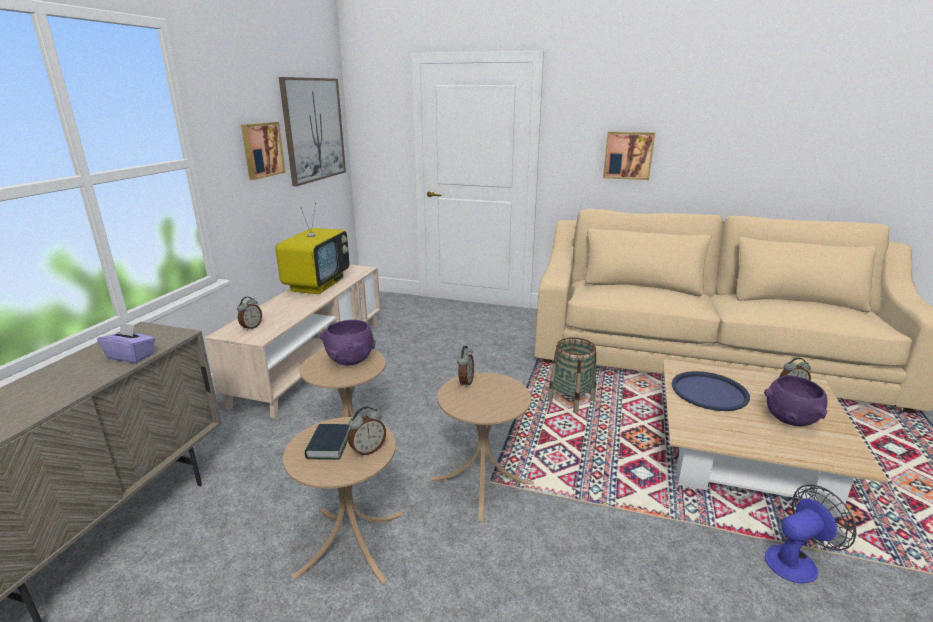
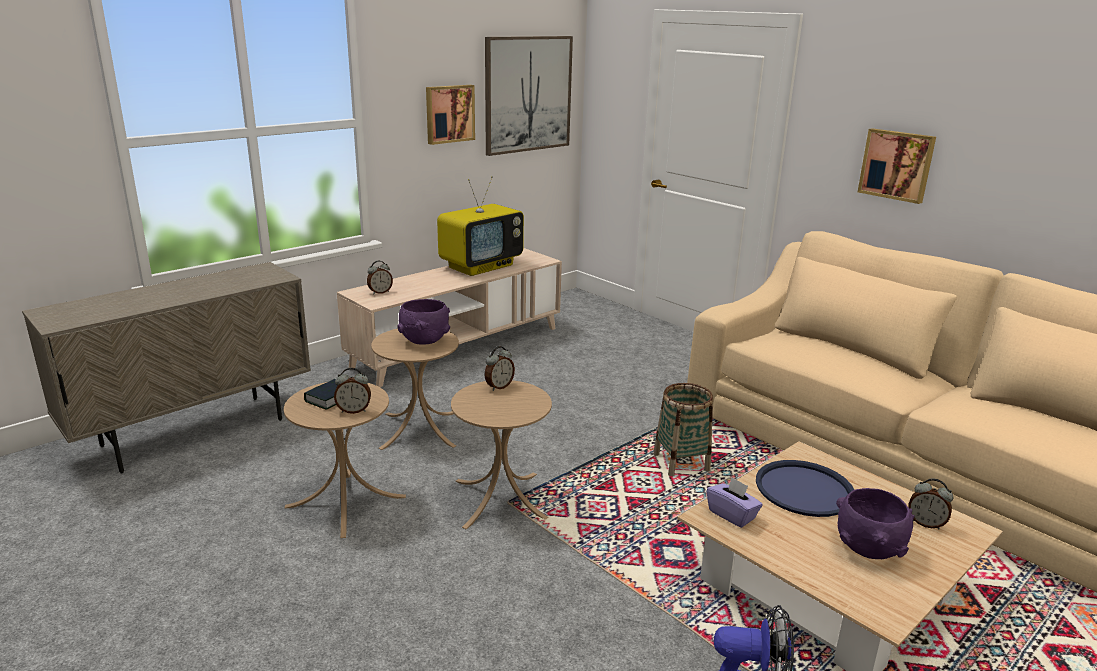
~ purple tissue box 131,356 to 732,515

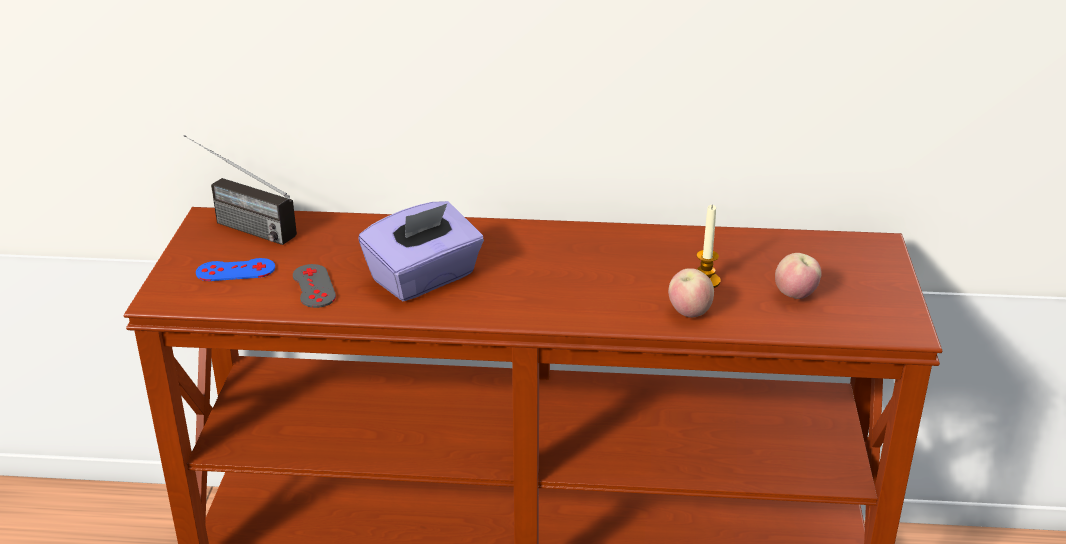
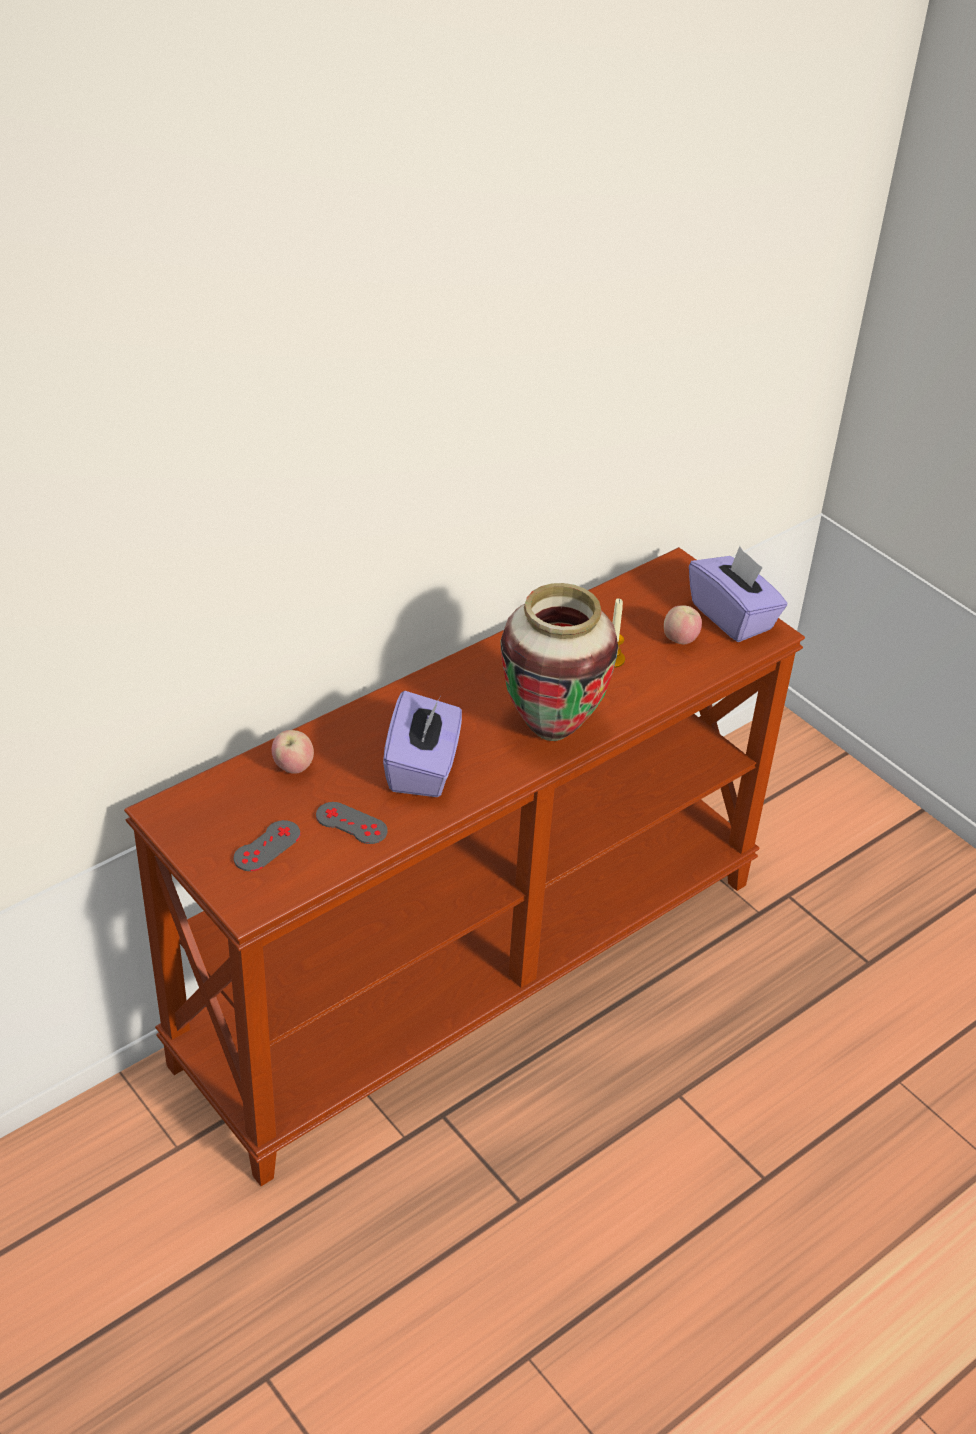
- radio 236,224
+ vase 552,729
+ purple tissue box 732,616
~ apple 689,313 to 293,768
~ blue game controller 235,270 to grey game controller 267,846

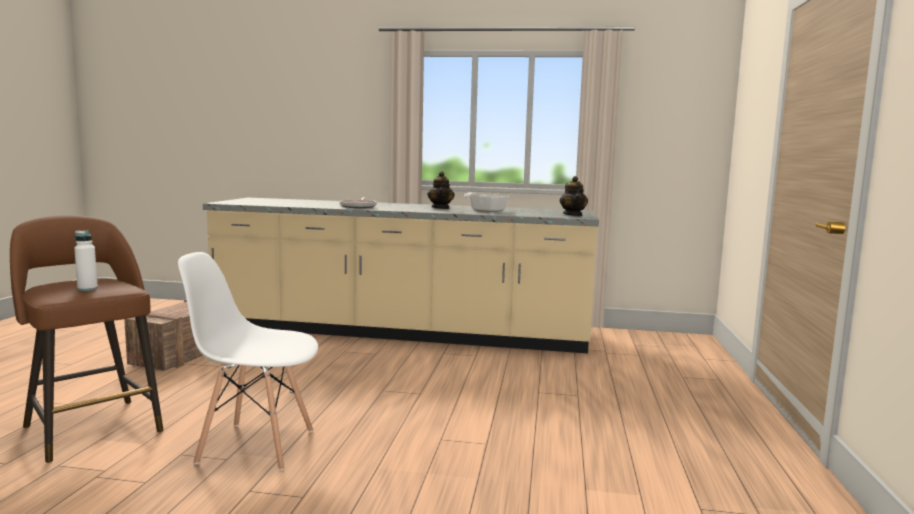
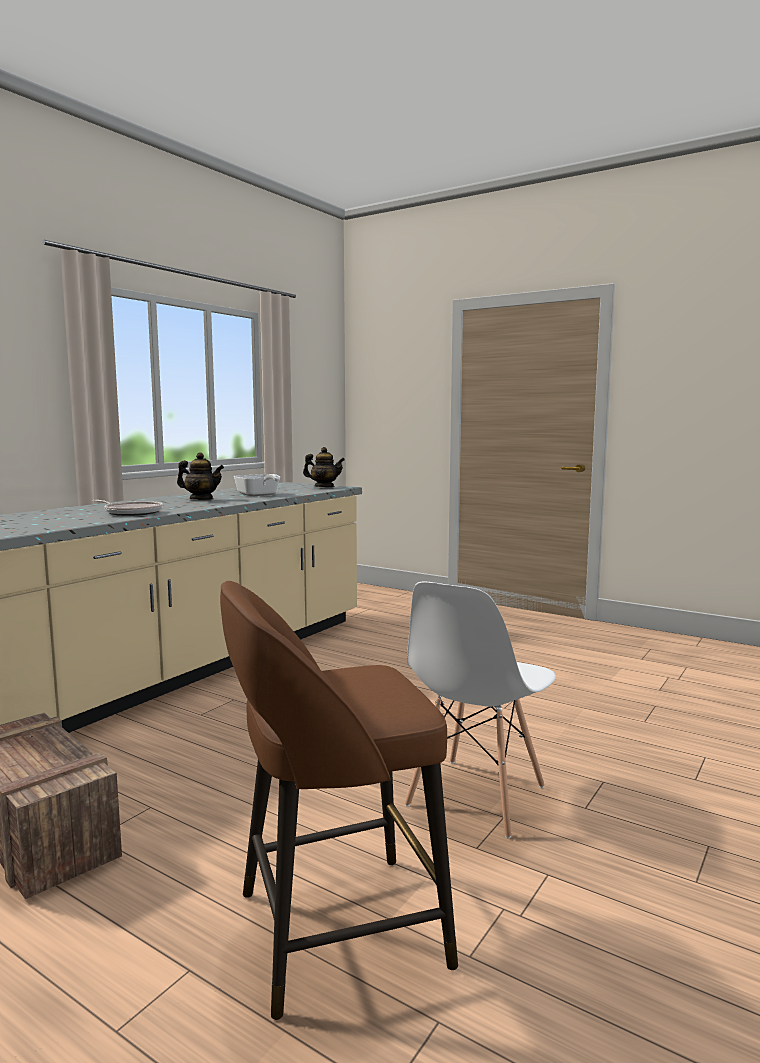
- white bottle 87,289

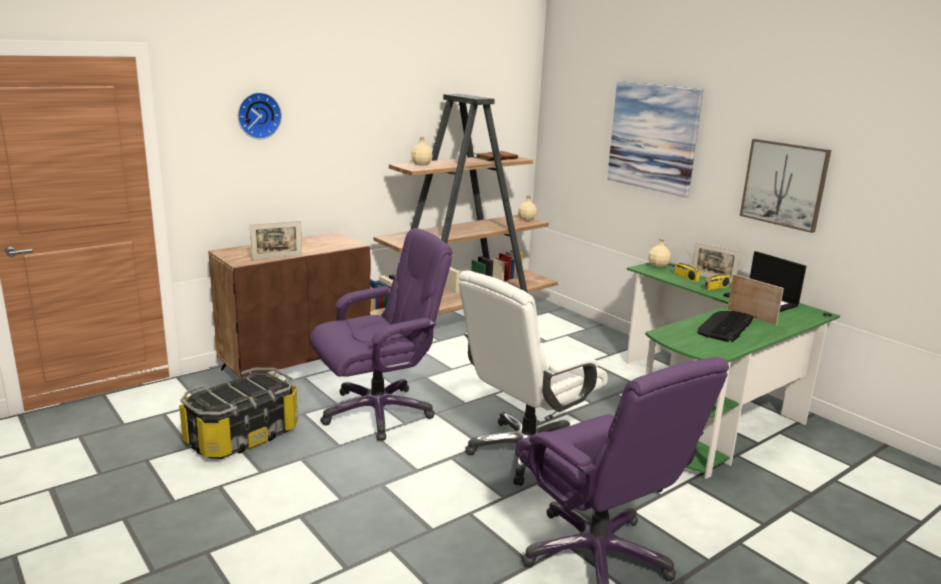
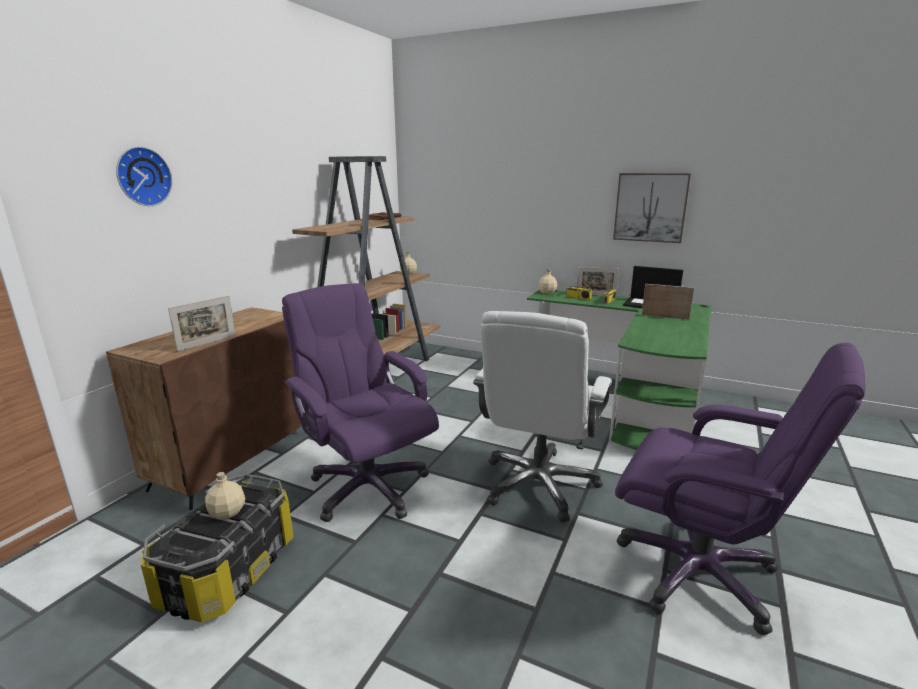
- picture 653,137
- keyboard 725,326
~ beige bottle 421,164 to 227,512
~ purple office chair 378,412 = 367,487 75 degrees counterclockwise

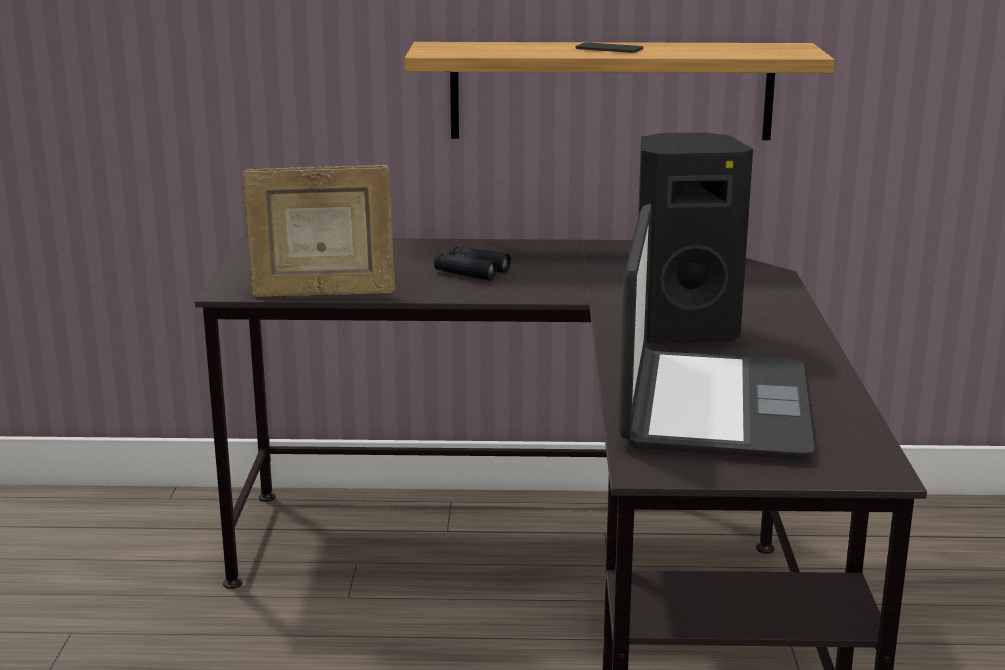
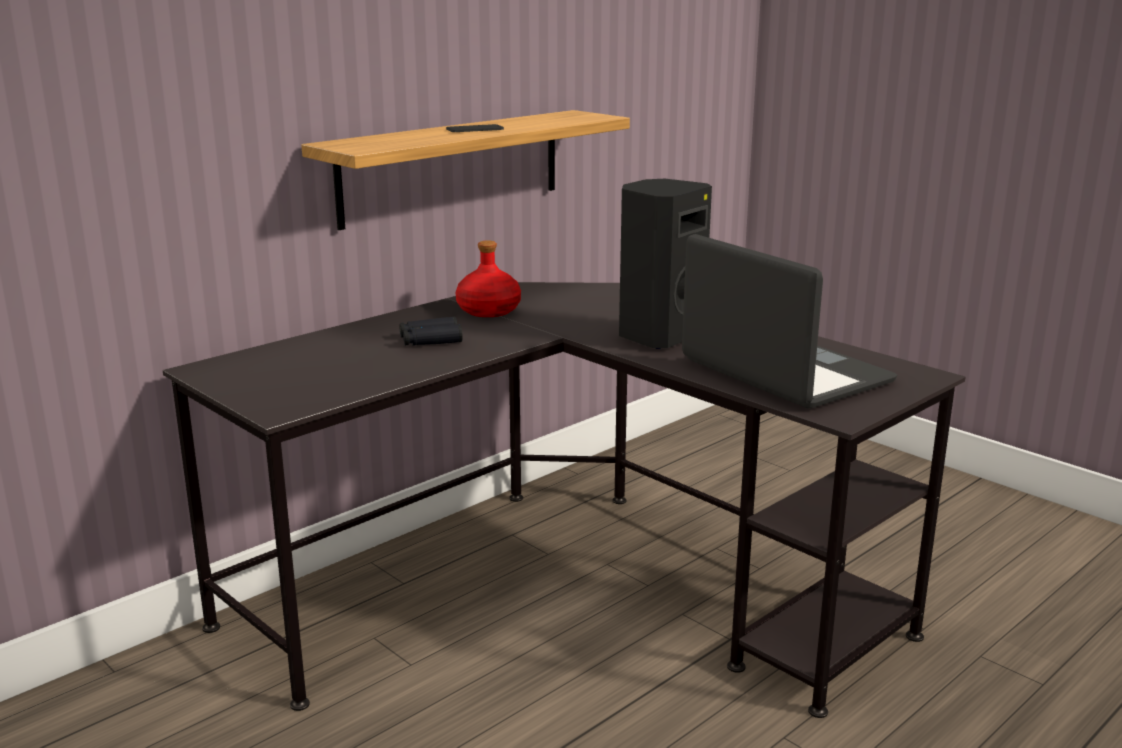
- picture frame 322,294
+ red bottle 488,310

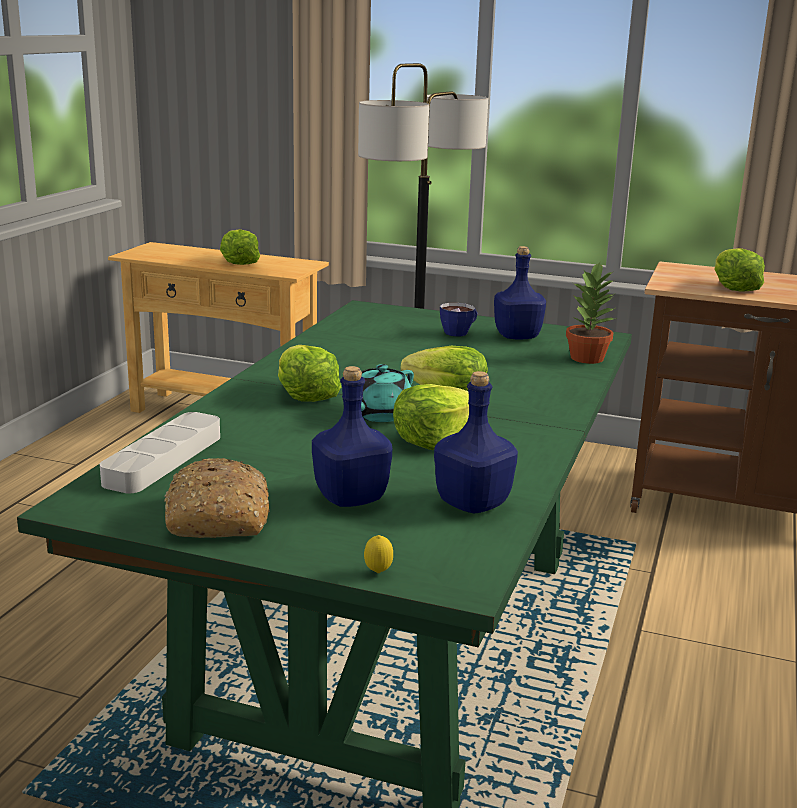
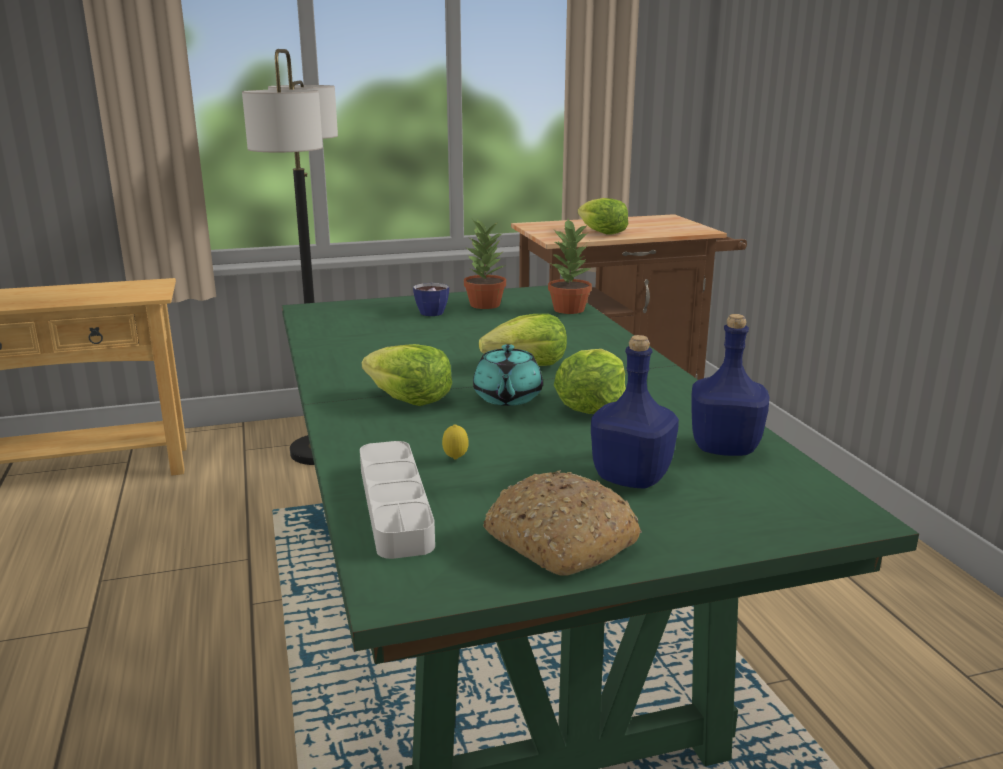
- lettuce 239,262
~ lemon 378,572 to 455,459
~ blue bottle 516,336 to potted plant 484,304

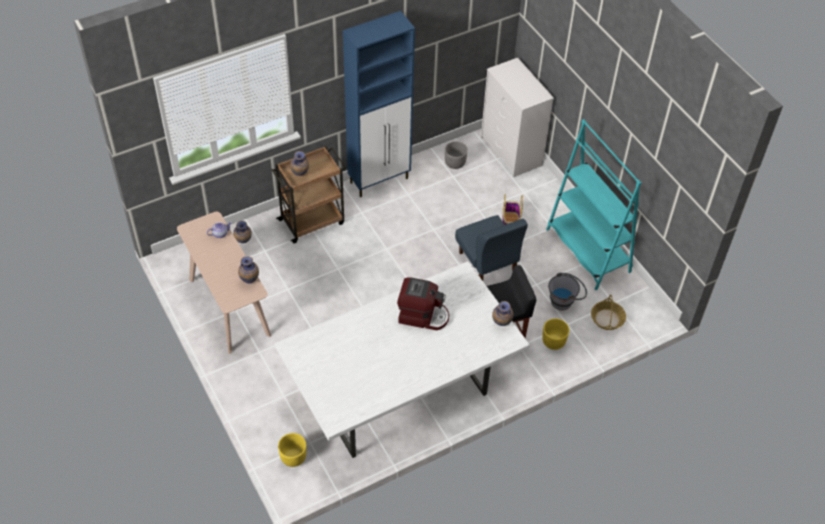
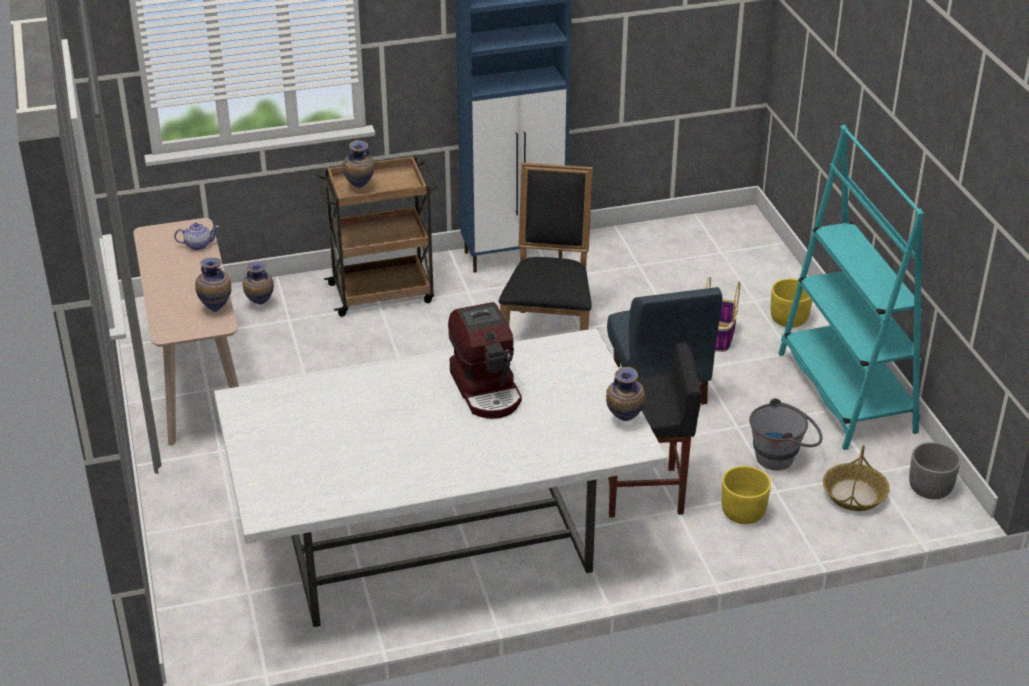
- white dresser 511,152
+ black chair 549,333
~ yellow planter 293,457 to 788,319
~ grey planter 455,163 to 930,488
~ coffee machine 423,315 = 487,389 45 degrees clockwise

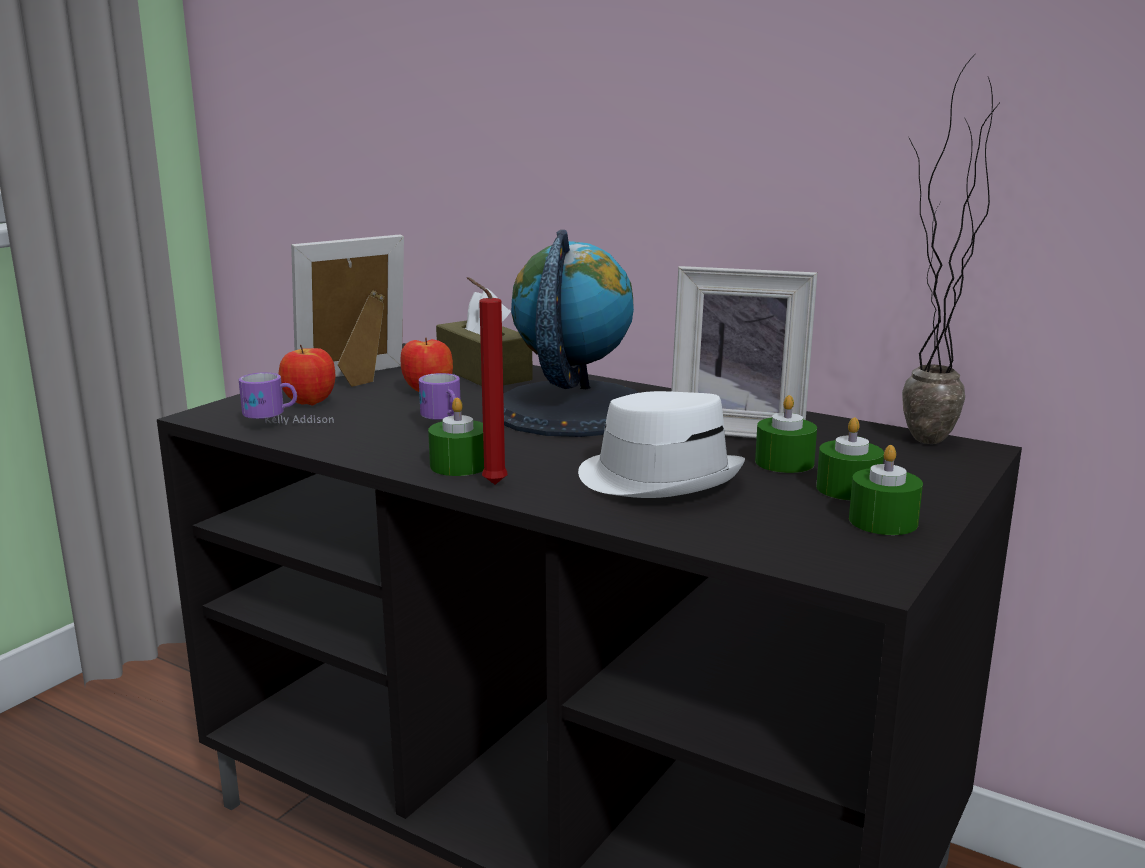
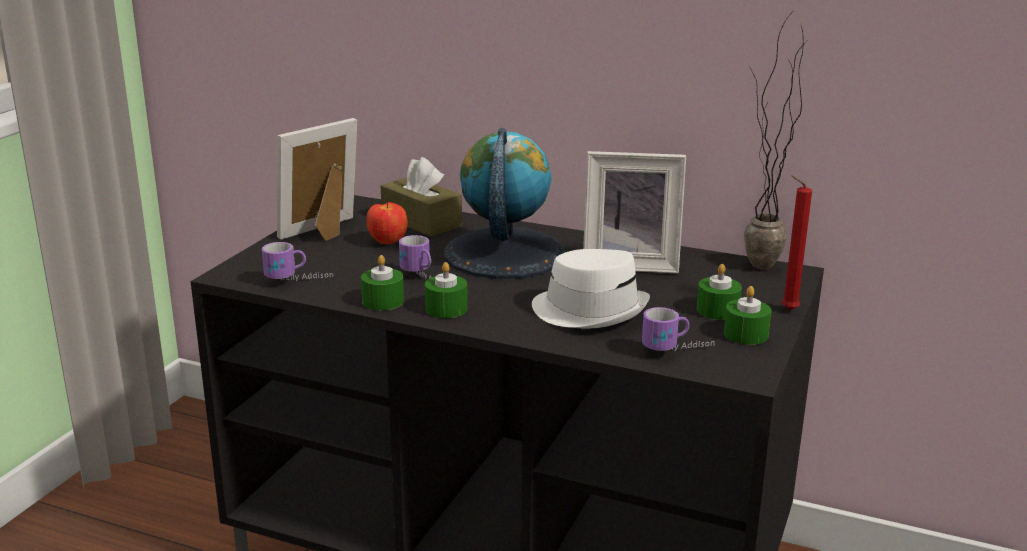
- apple 309,403
+ mug 678,351
~ red candle 490,484 to 786,310
~ green candle 784,462 to 383,301

